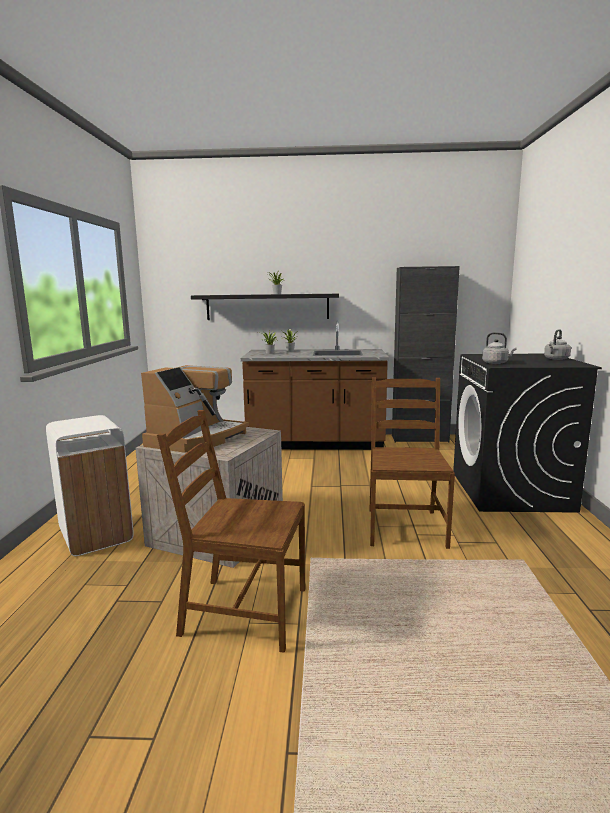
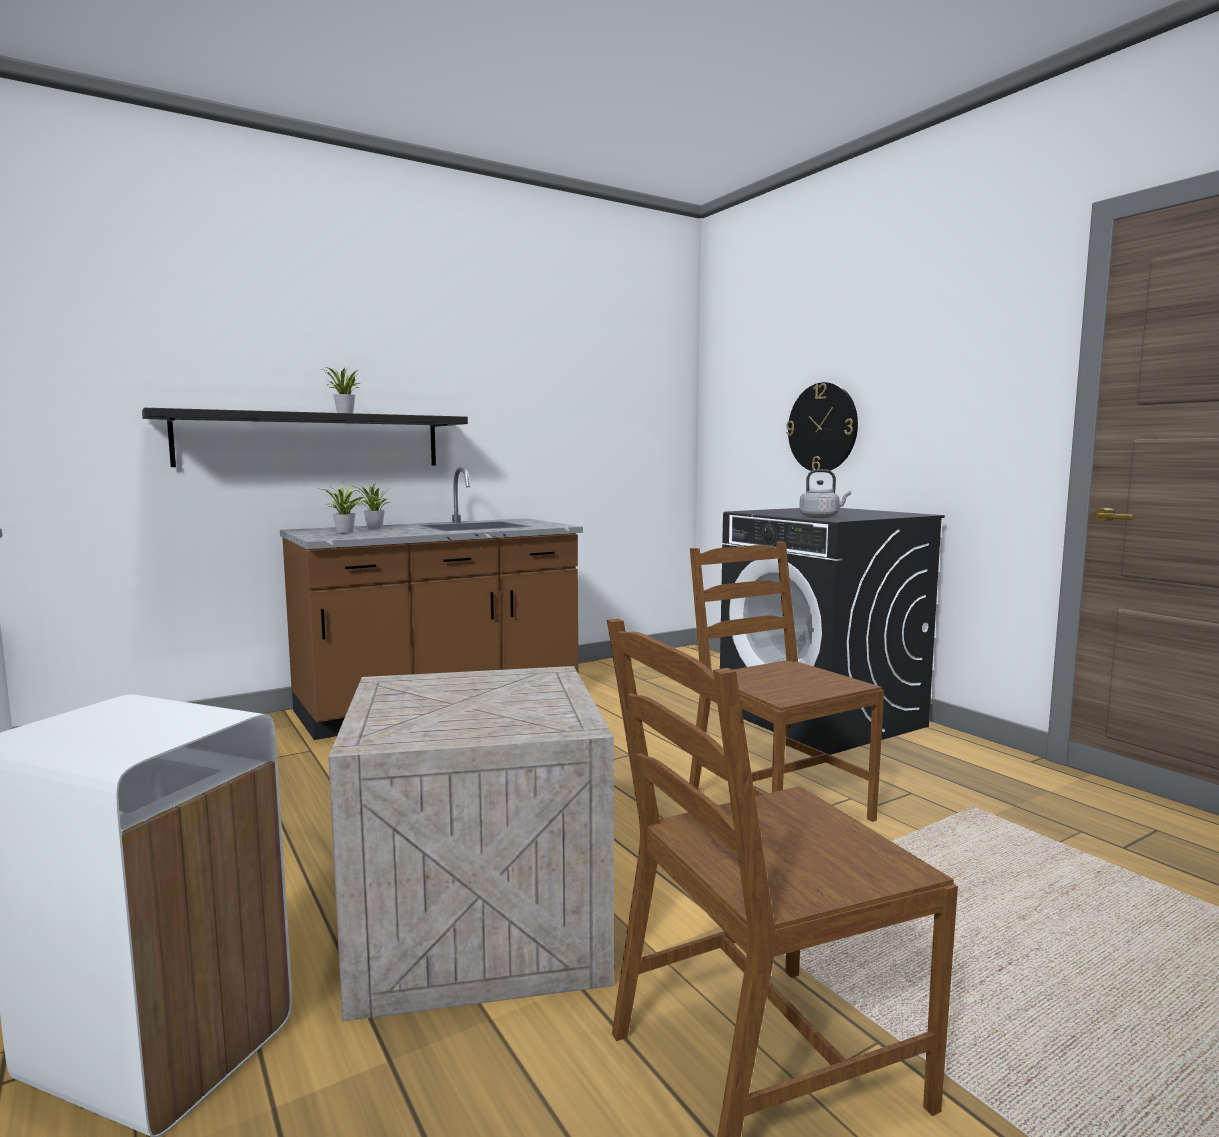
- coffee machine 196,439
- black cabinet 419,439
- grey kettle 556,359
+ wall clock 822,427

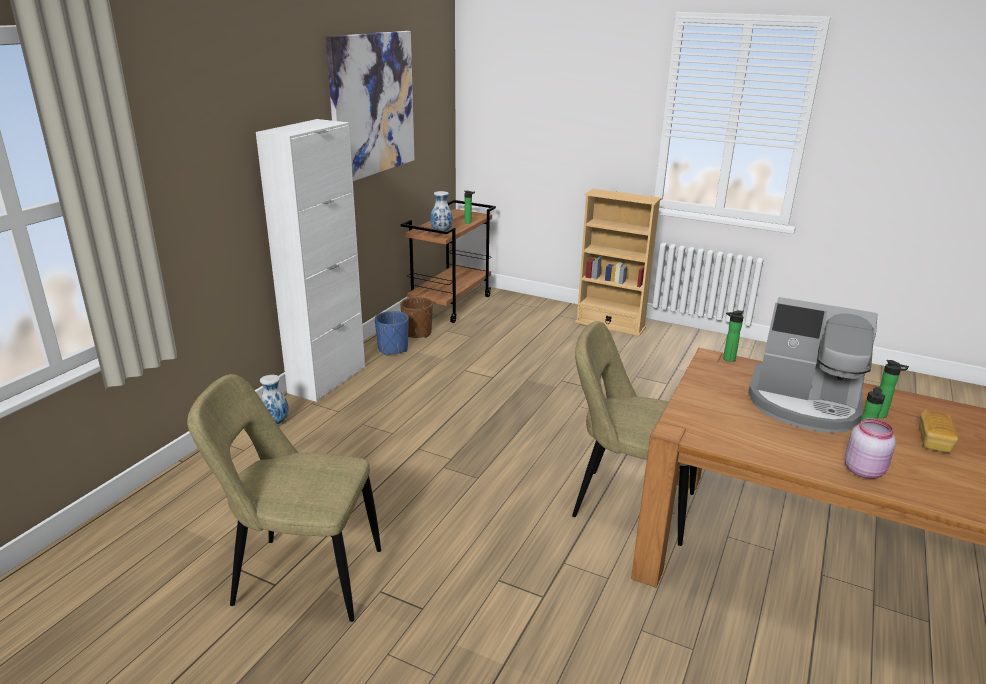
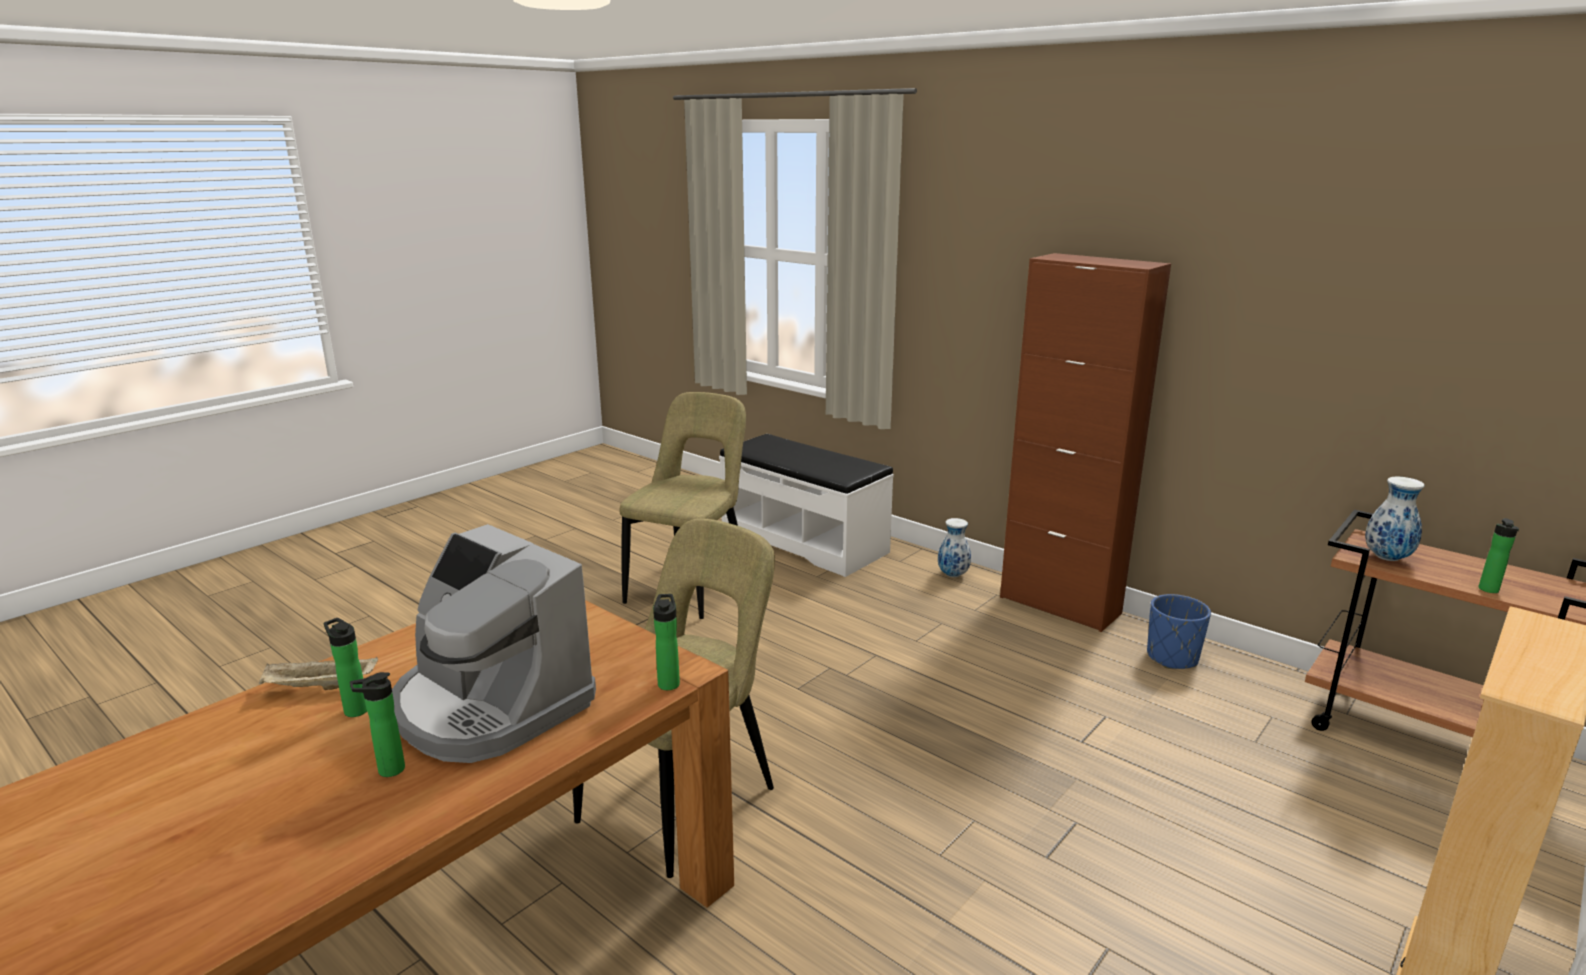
- picture 372,105
- brown planter 417,333
- bread 933,441
+ white bench 804,541
~ pink jar 864,470 to beige tray 319,687
~ white cabinet 327,380 to brown cabinet 1059,605
~ coffee machine 804,403 = 489,706 90 degrees counterclockwise

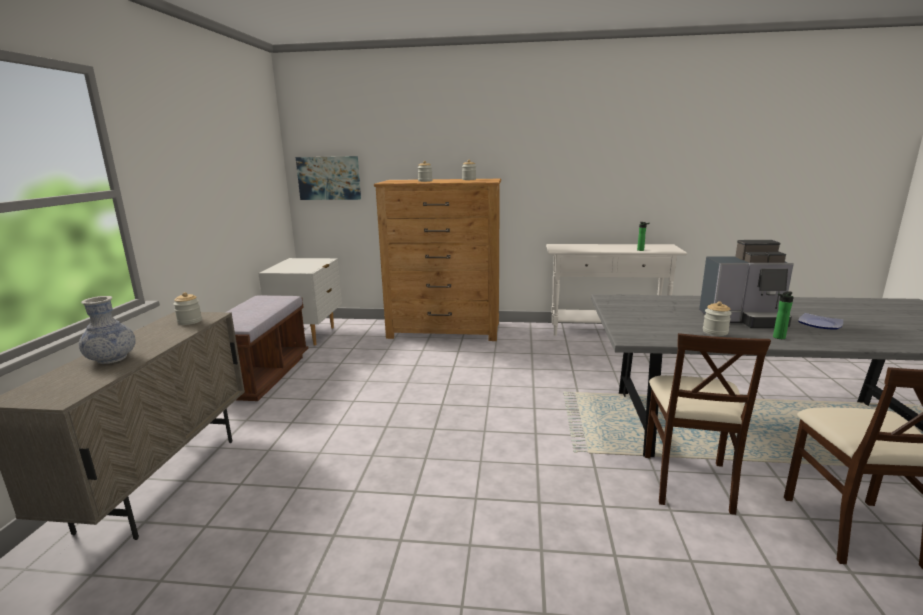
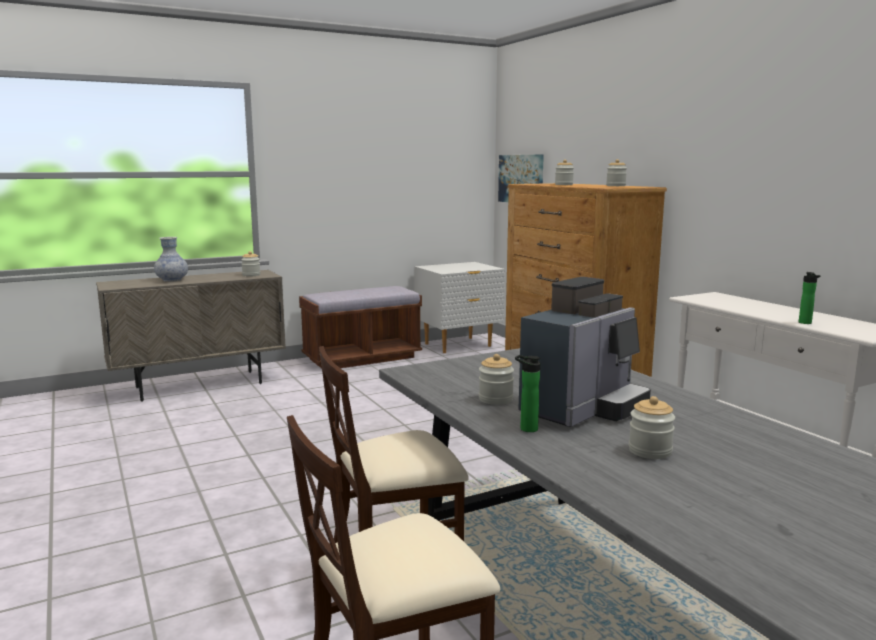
~ plate 820,324 to jar 650,451
~ coffee machine 743,319 = 584,409 105 degrees counterclockwise

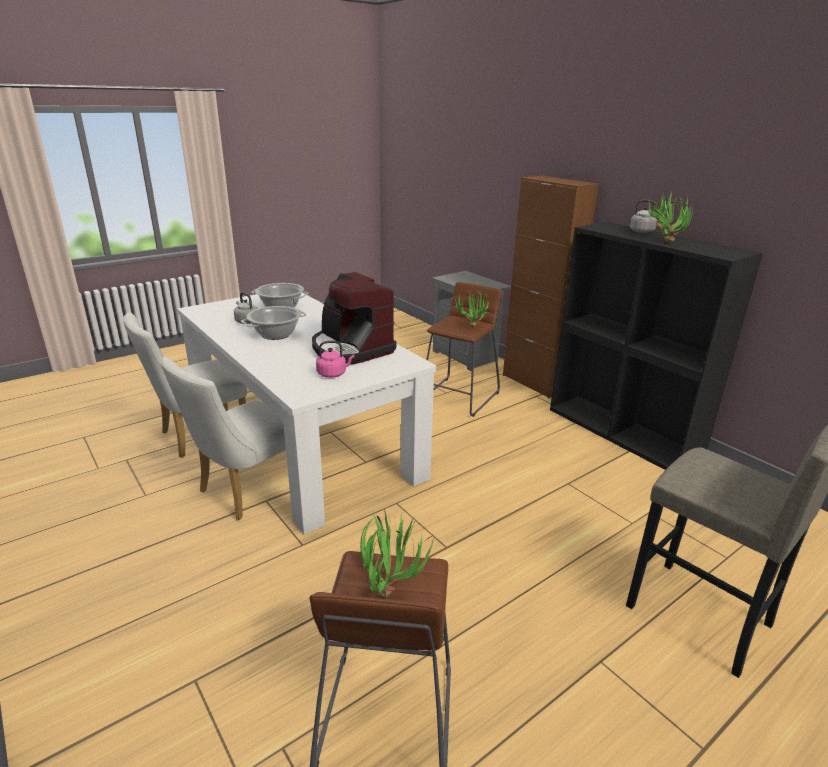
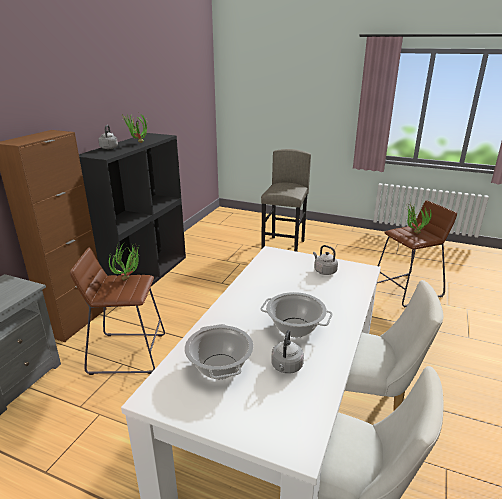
- coffee machine 351,349
~ pink kettle 333,374 to grey kettle 324,271

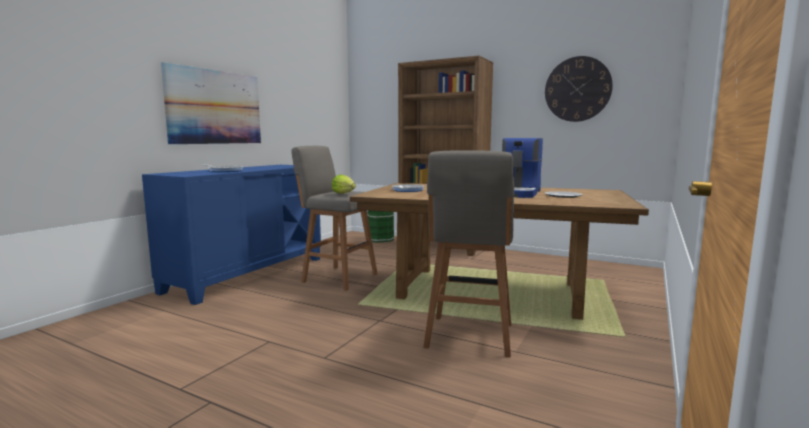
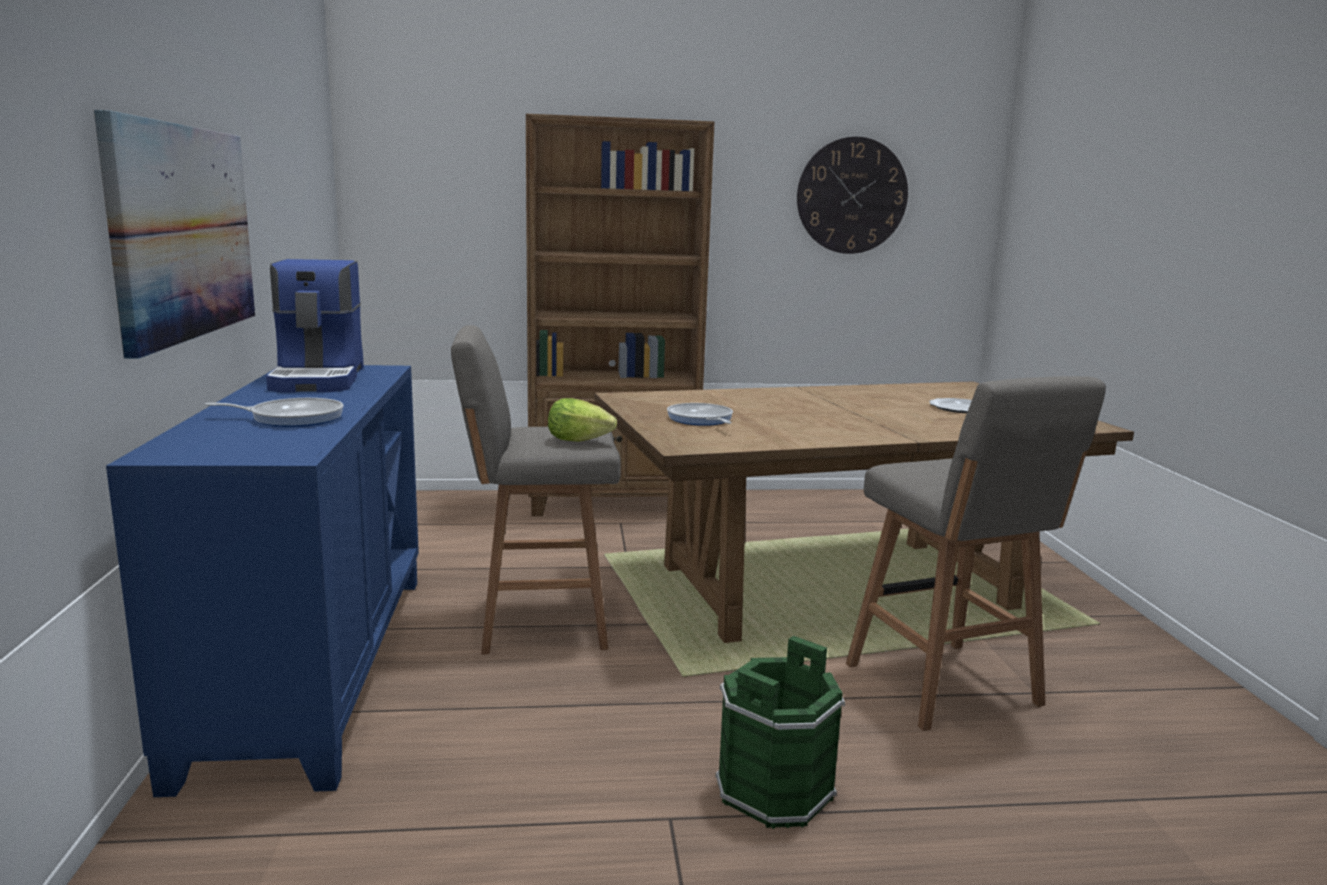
~ green bucket 380,239 to 773,790
~ coffee machine 519,193 to 320,379

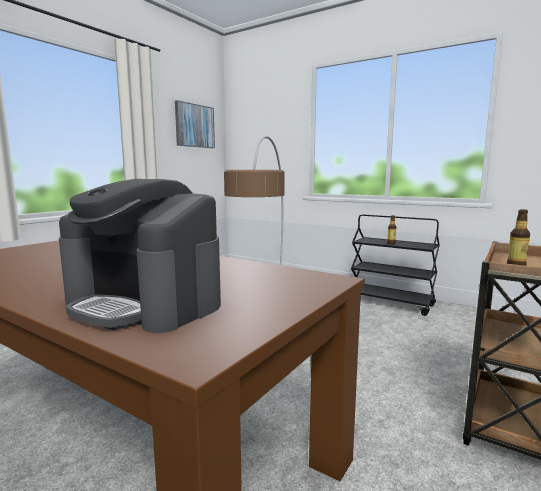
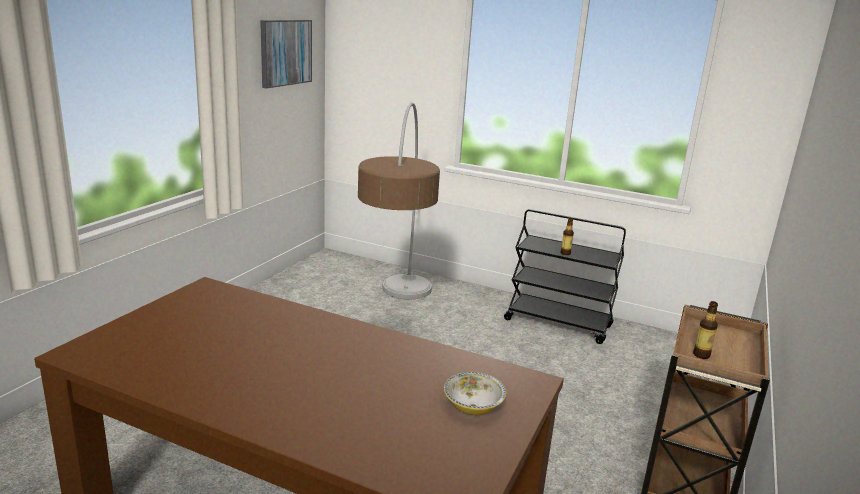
- coffee machine 145,304
+ bowl 473,407

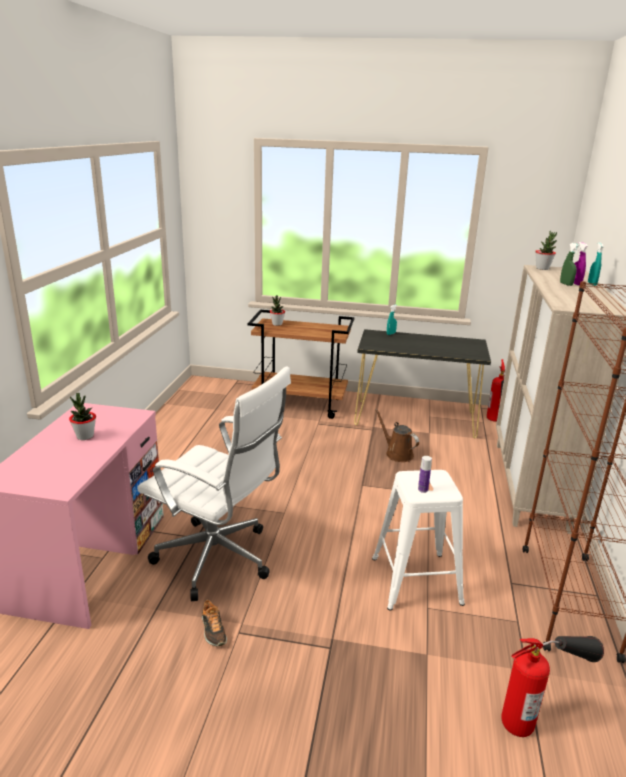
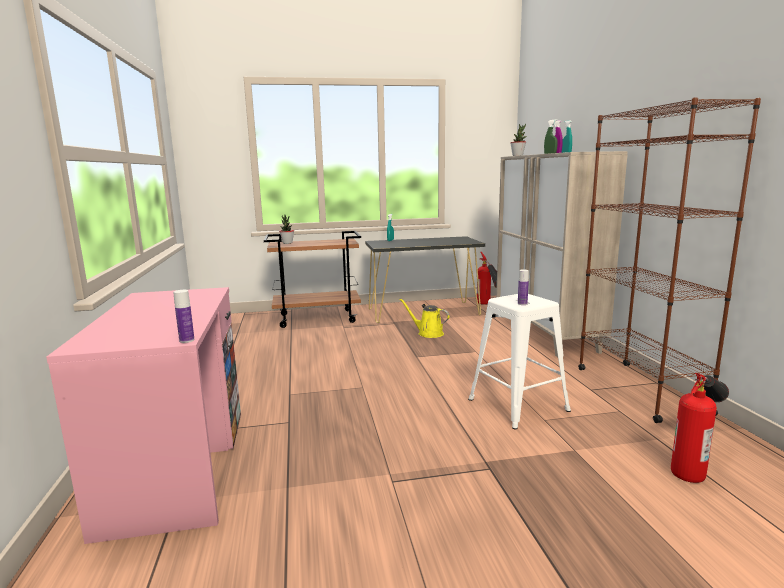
- potted plant 85,436
- white office chair 219,560
- shoe 213,630
+ bottle 187,340
~ brown watering can 397,453 to yellow watering can 428,333

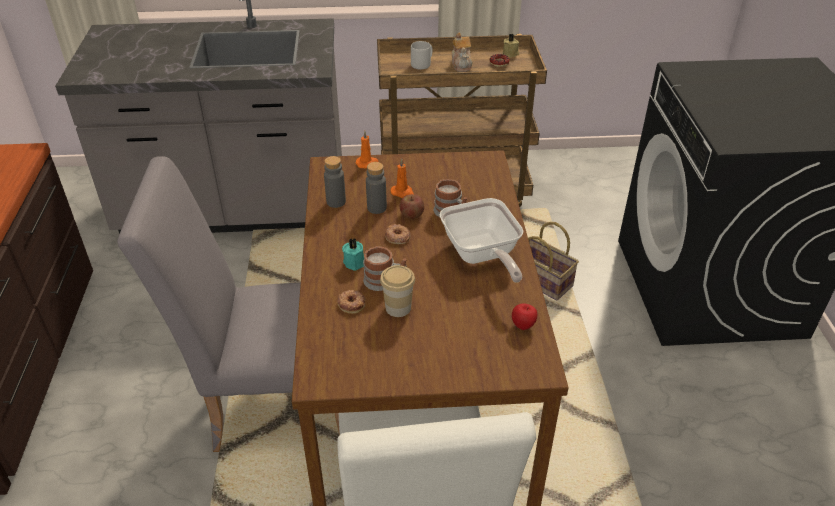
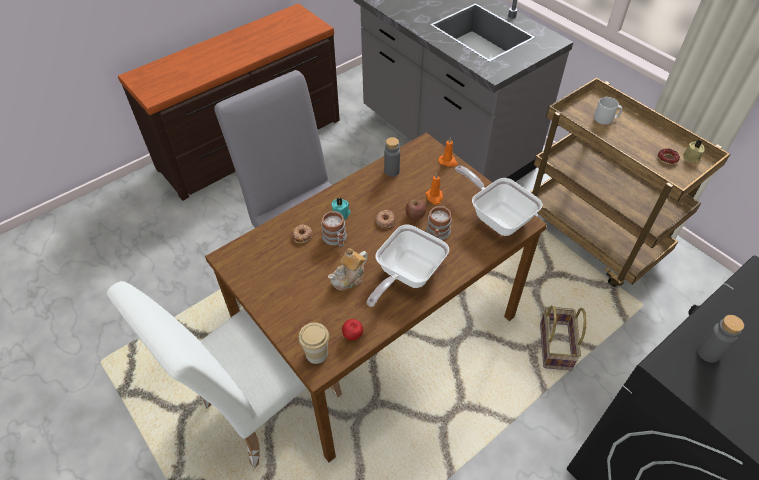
+ frying pan 497,216
~ grey bottle 376,208 to 708,352
~ cup 398,308 to 316,353
~ teapot 462,64 to 349,278

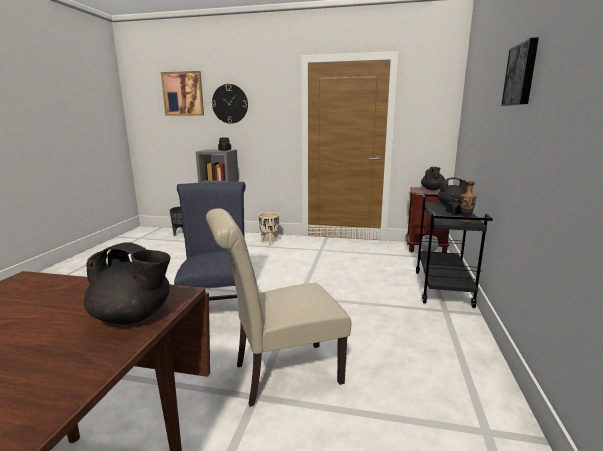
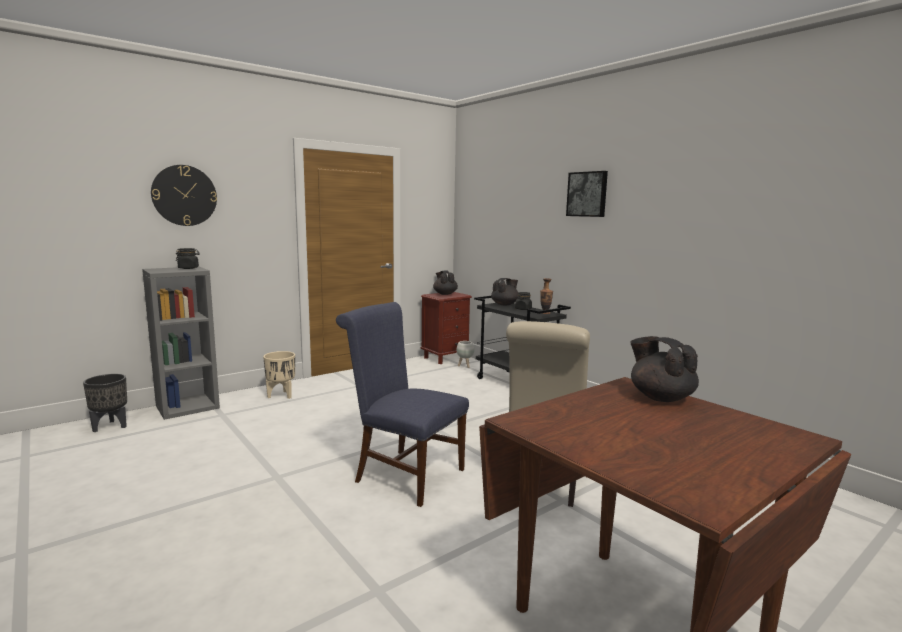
- picture 183,94
~ black teapot 134,317 = 660,397 90 degrees counterclockwise

